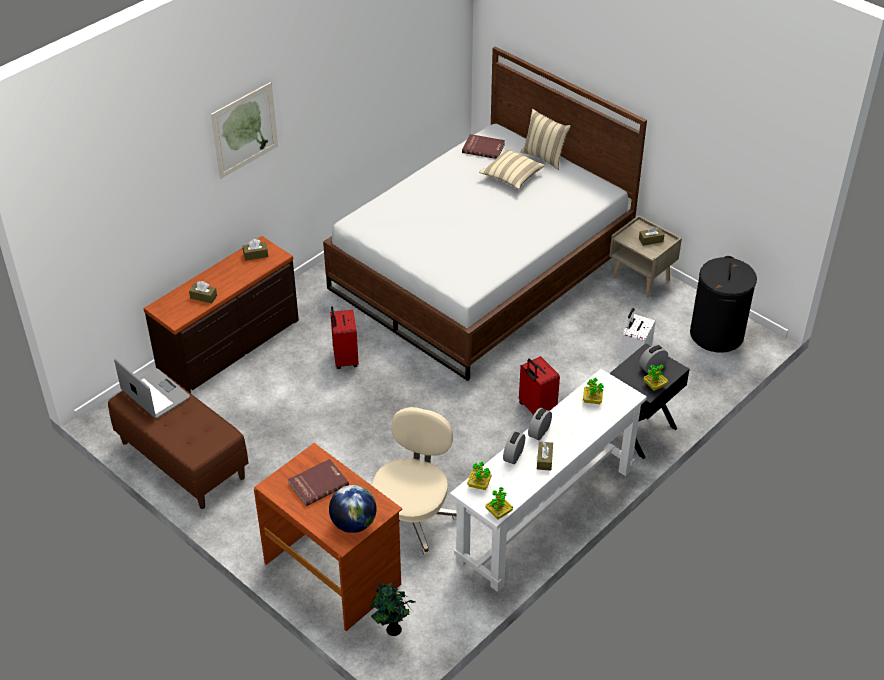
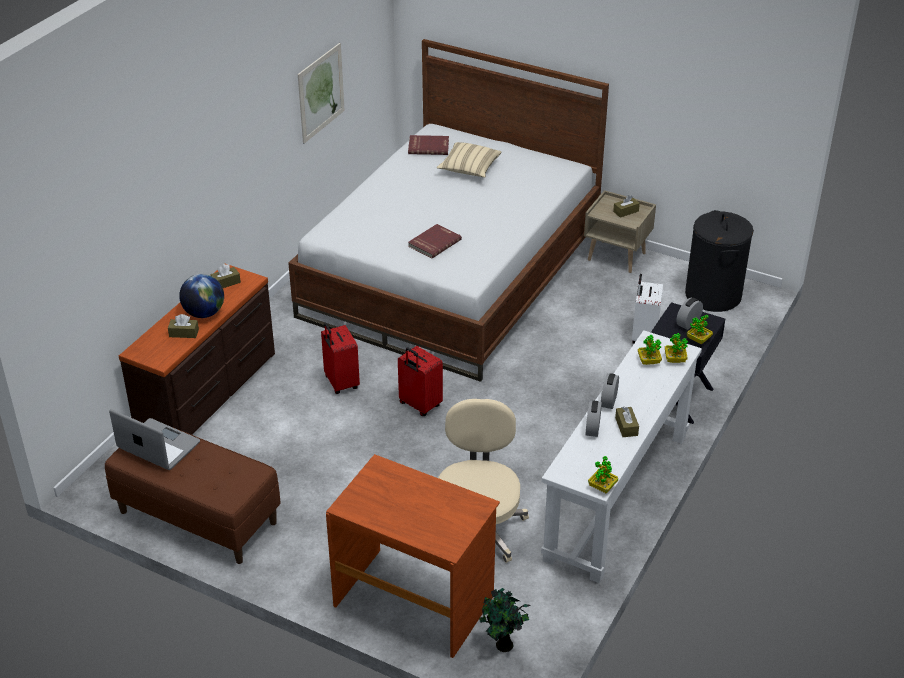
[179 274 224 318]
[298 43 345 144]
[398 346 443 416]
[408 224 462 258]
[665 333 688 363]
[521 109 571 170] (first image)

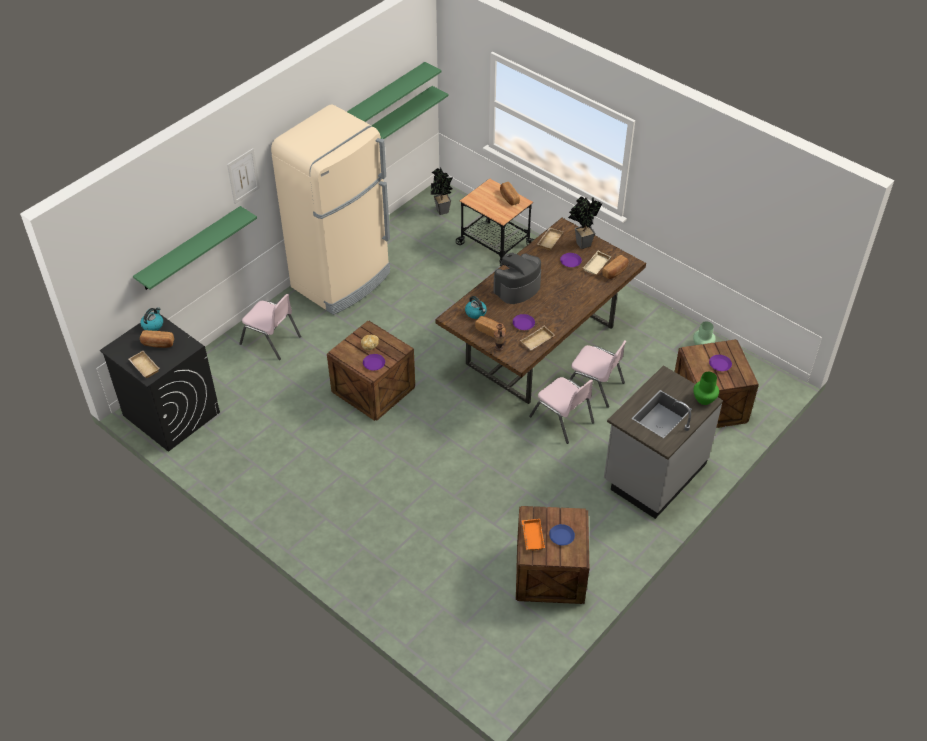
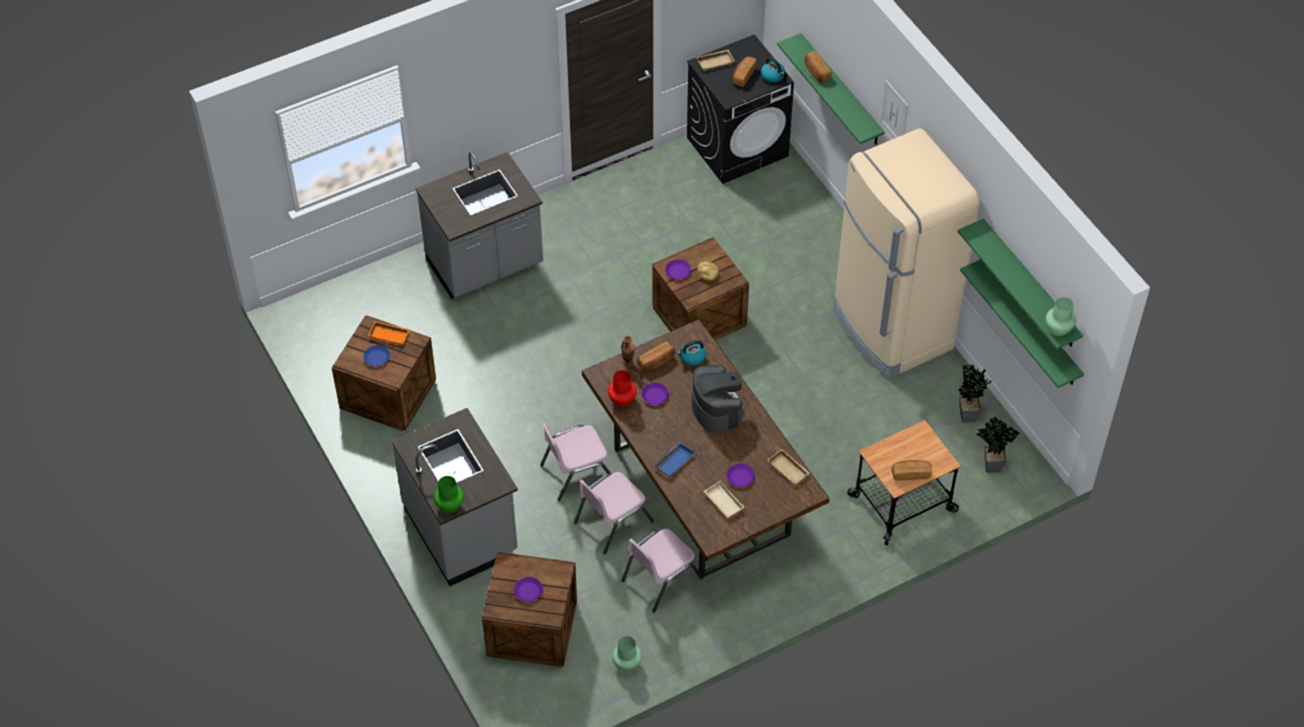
[416 152 543 299]
[608 370 637 407]
[621 529 703 613]
[654 442 695 477]
[804 51 831 83]
[958 365 992 423]
[1046 297 1076 336]

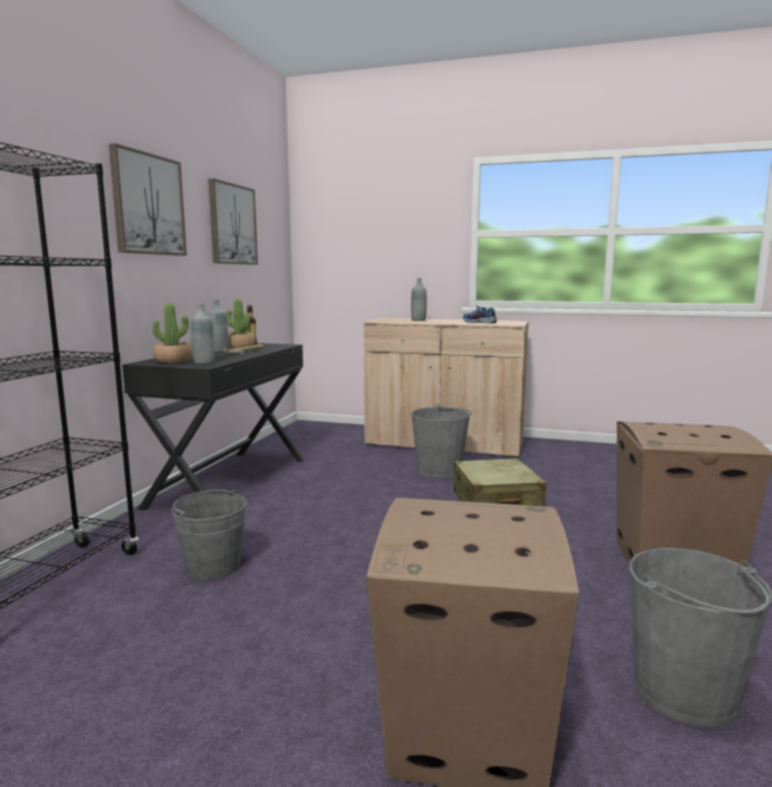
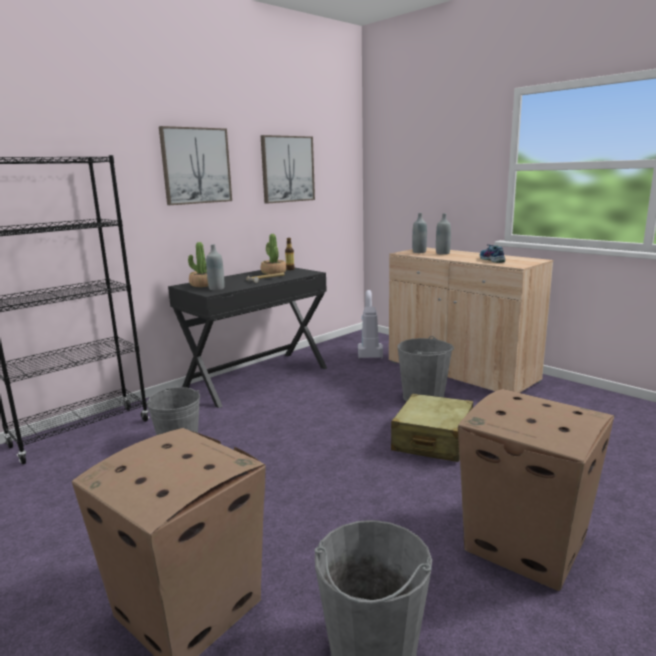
[358 290 383 359]
[412 213 427 253]

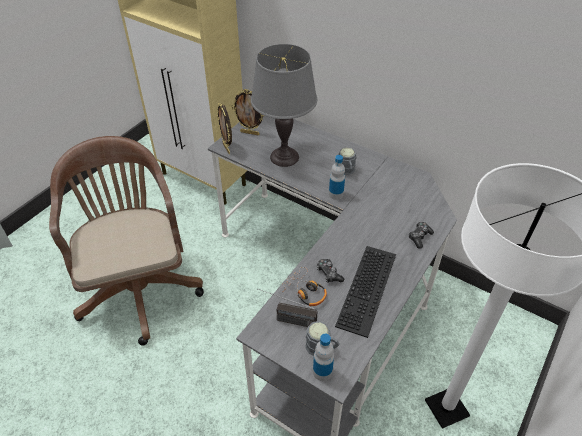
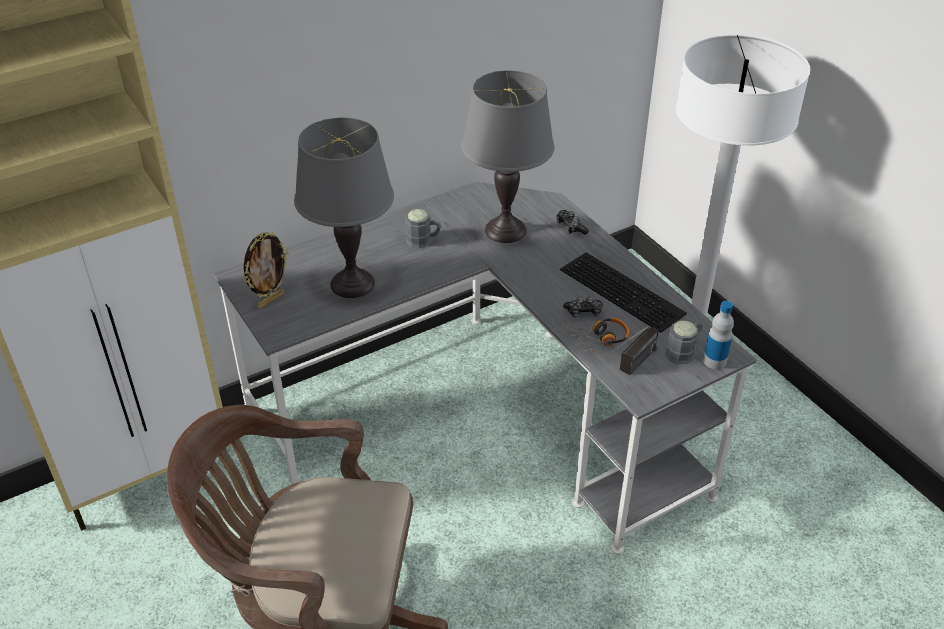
[461 70 554 243]
[217 103 232 154] (first image)
[329 155 345 200] (first image)

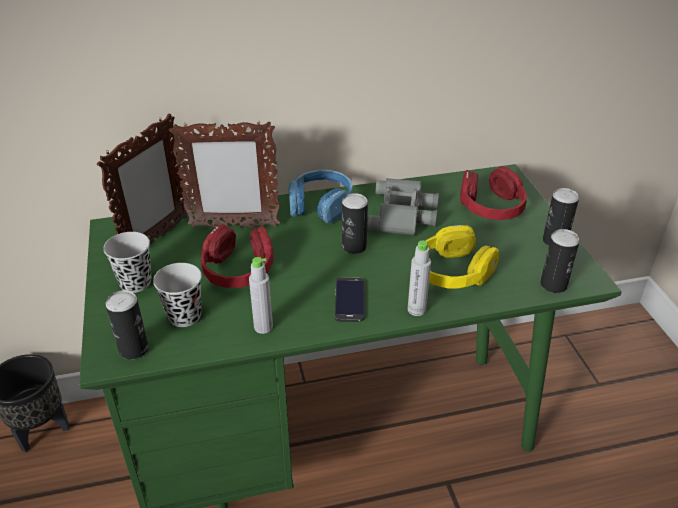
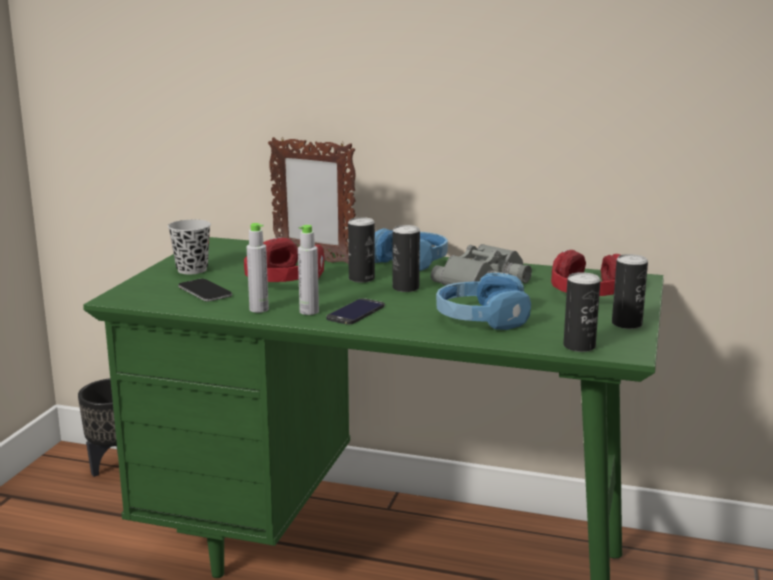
[178 279 232 302]
[298 225 319 315]
[348 217 375 283]
[436 272 531 330]
[97 114 188 244] (first image)

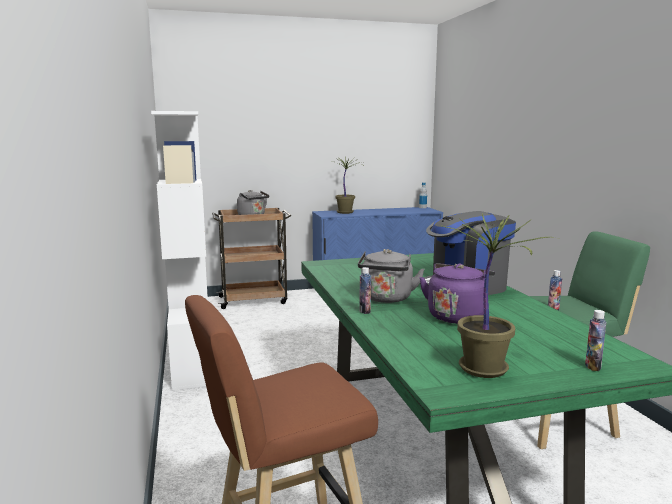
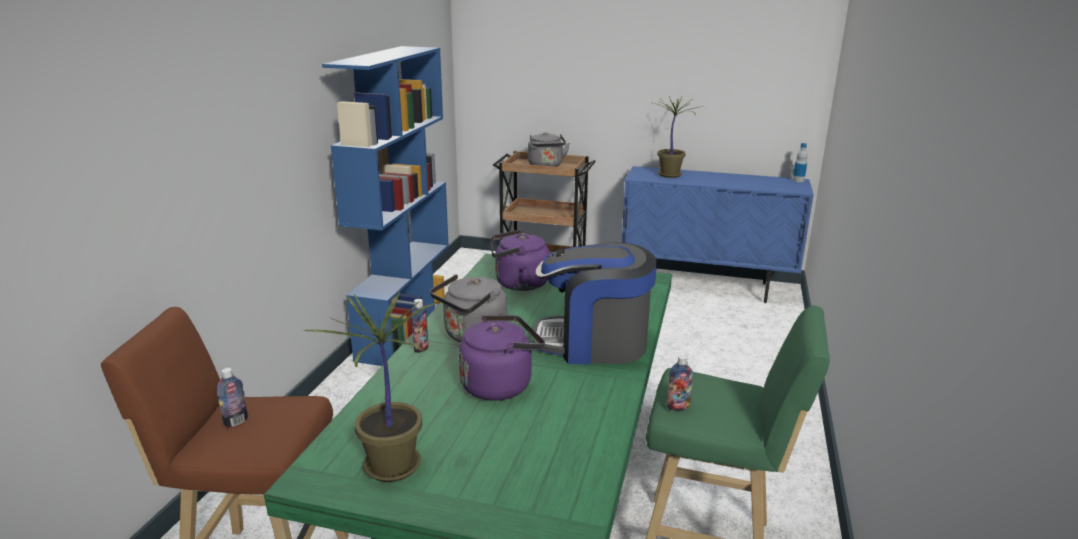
[217 368 248 428]
[322 46 449 366]
[491 229 550 291]

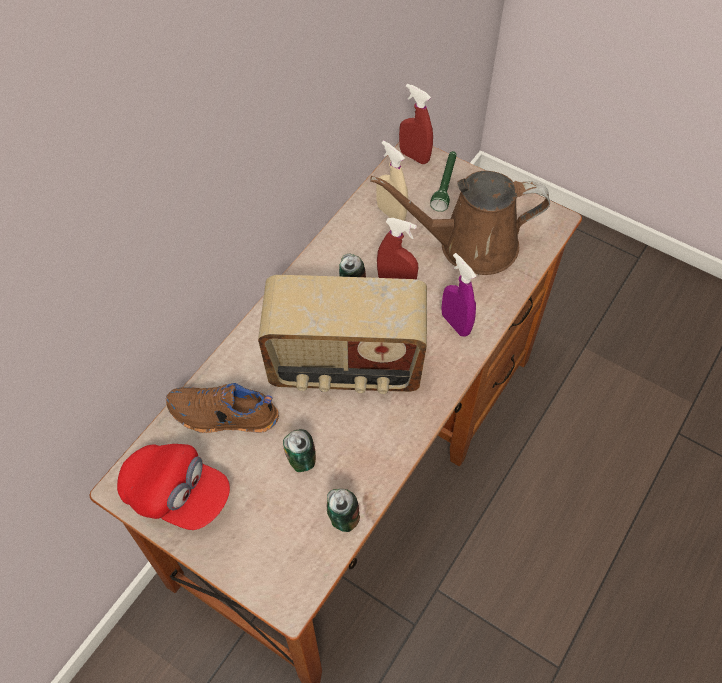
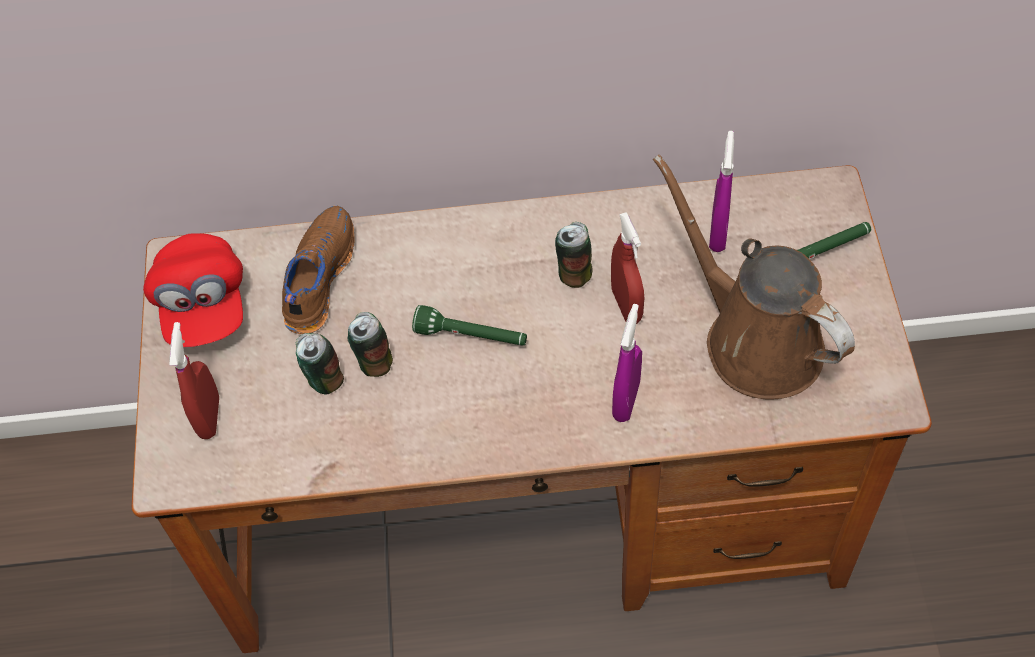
[169 322 219 439]
[282 205 355 334]
[347 312 393 377]
[412 305 527 346]
[709 131 734 252]

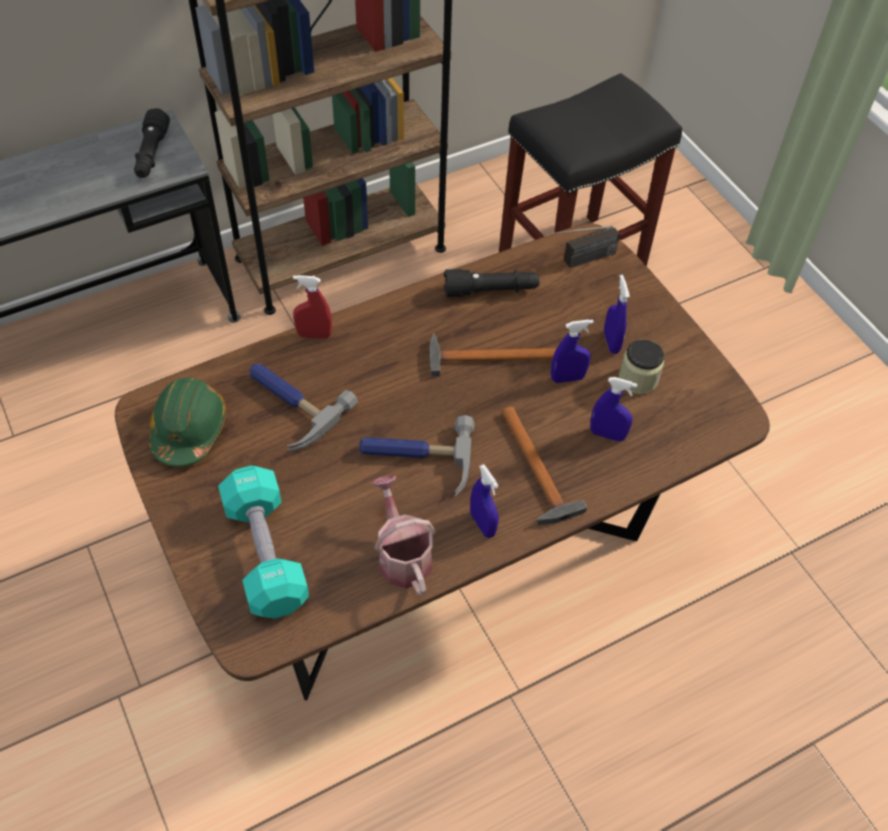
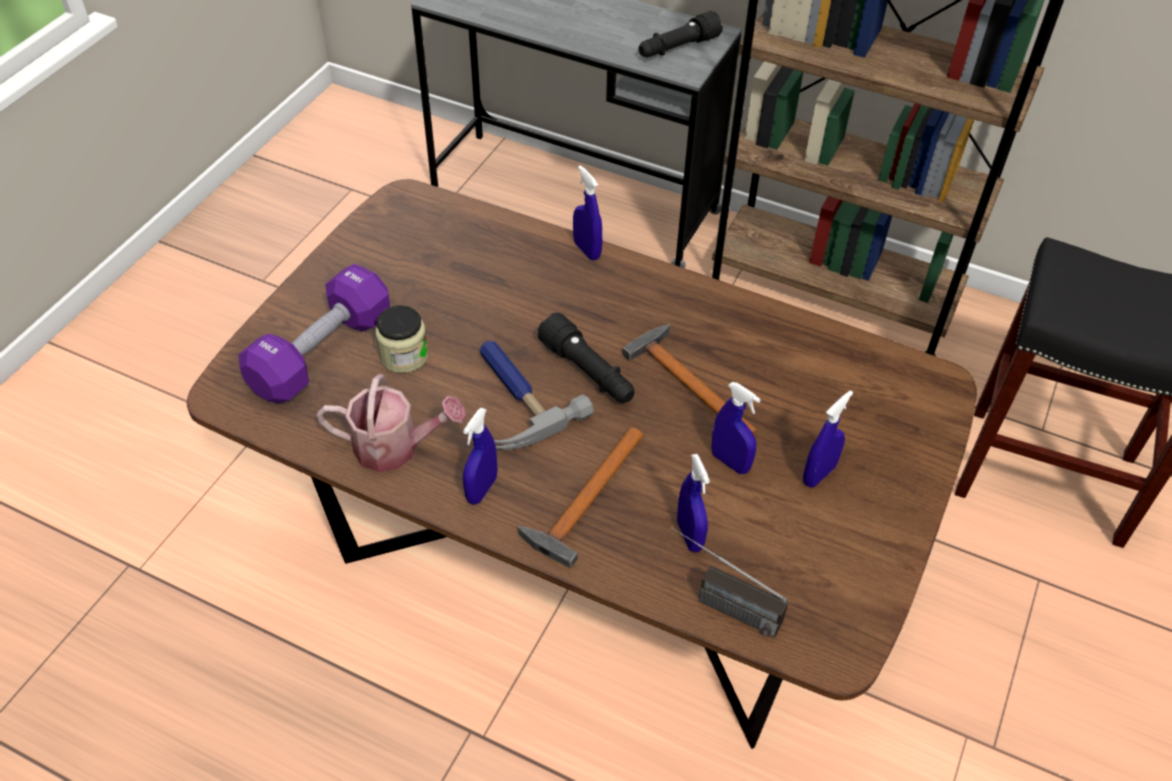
[239 264 390 404]
[317 374 467 472]
[376 305 428 373]
[538 312 635 403]
[573 165 603 261]
[671 527 788 638]
[149 377 226 467] (first image)
[249 363 358 451] (first image)

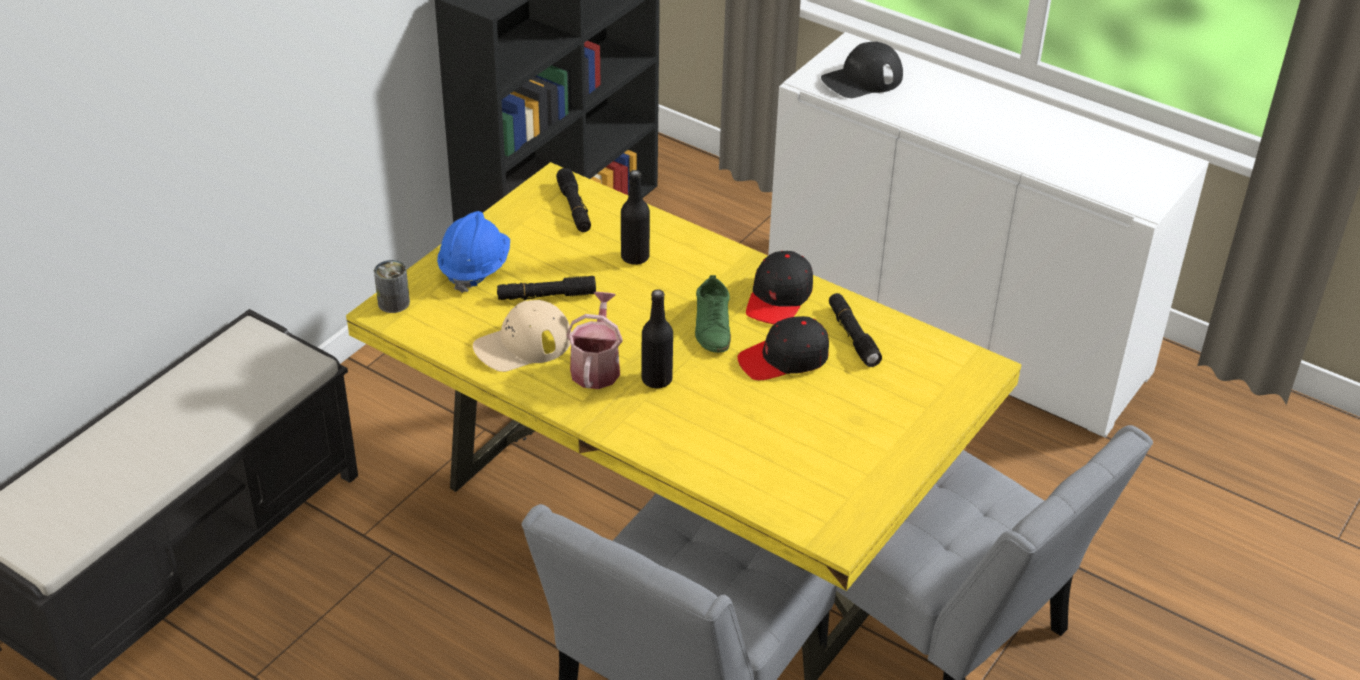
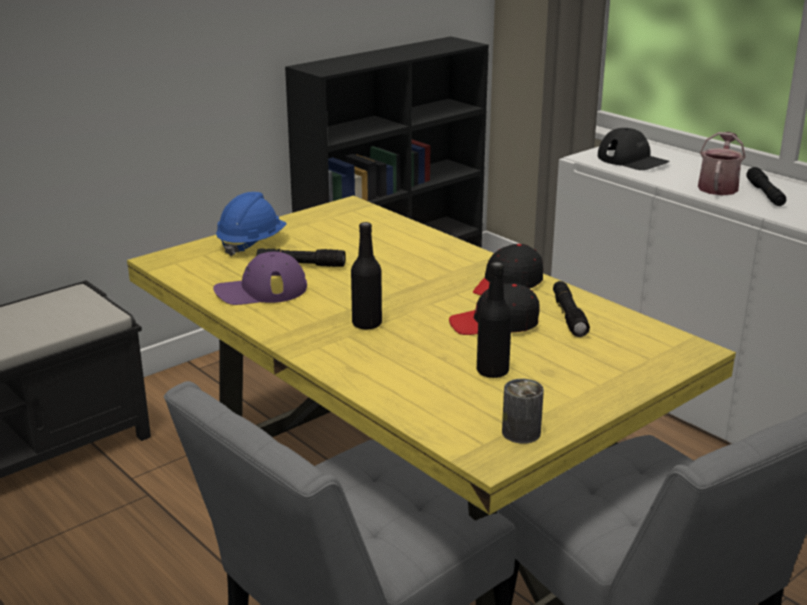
[213 252 307 305]
[477 262 512 379]
[502 379 544 444]
[598 128 670 170]
[698 132 746 195]
[747 167 786 206]
[695 275 731 353] (first image)

